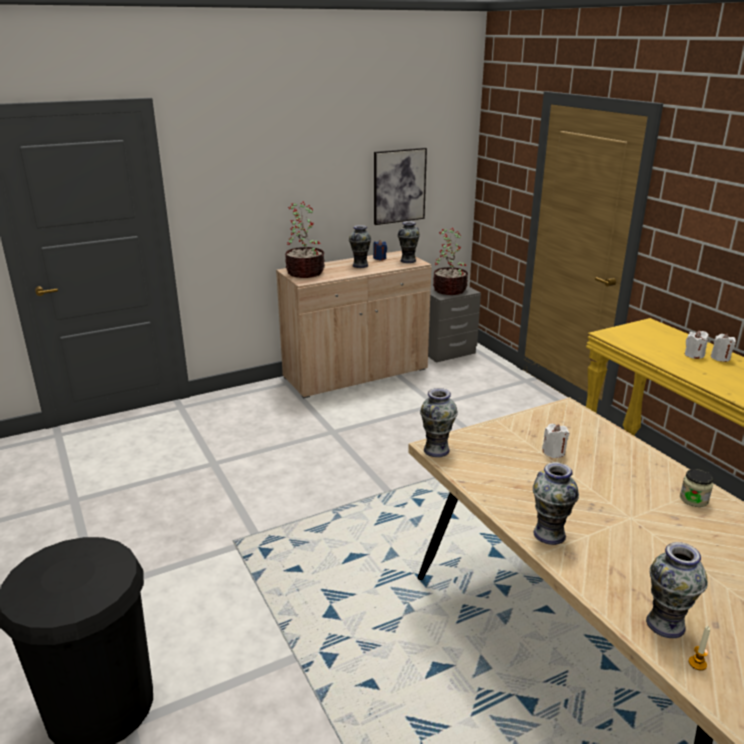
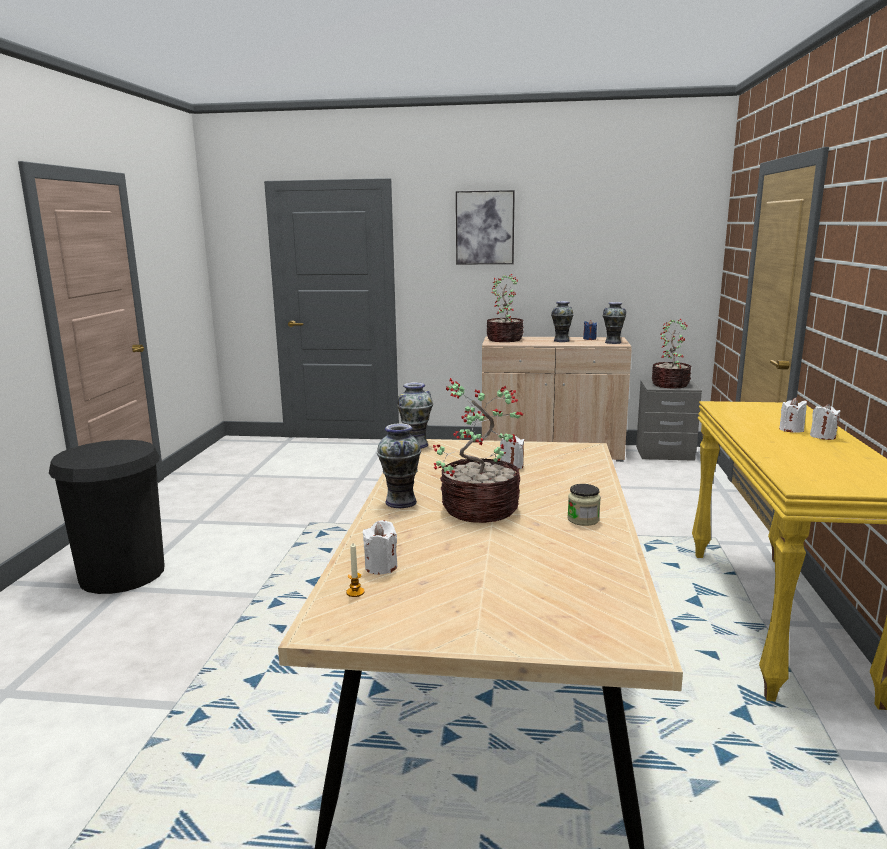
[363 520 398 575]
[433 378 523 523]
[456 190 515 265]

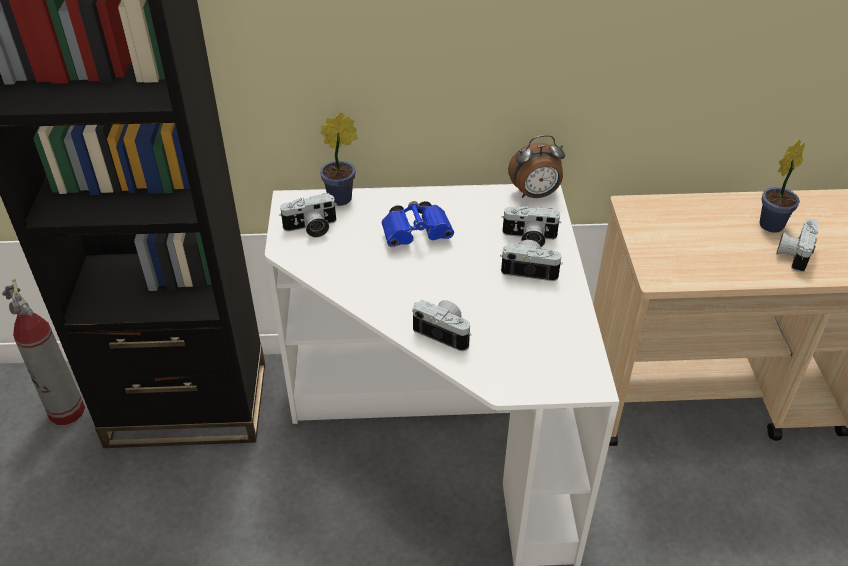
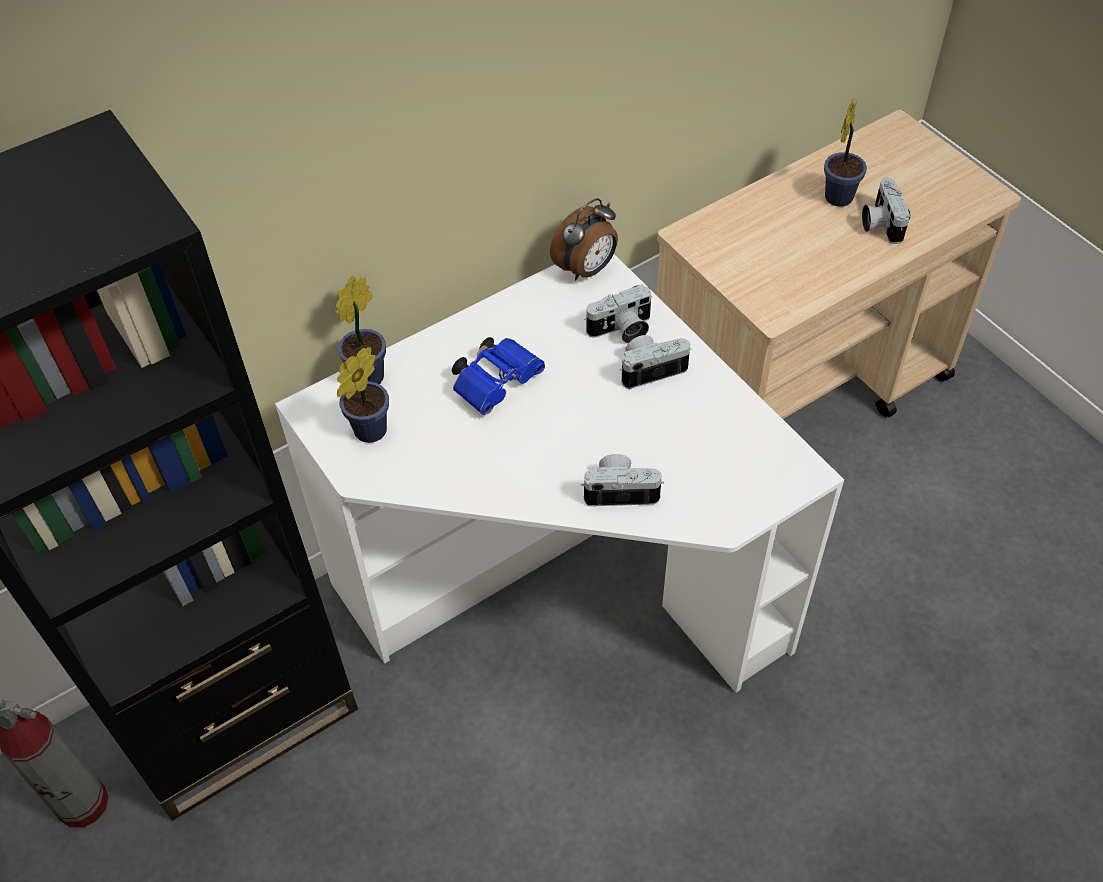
[337 347 389 443]

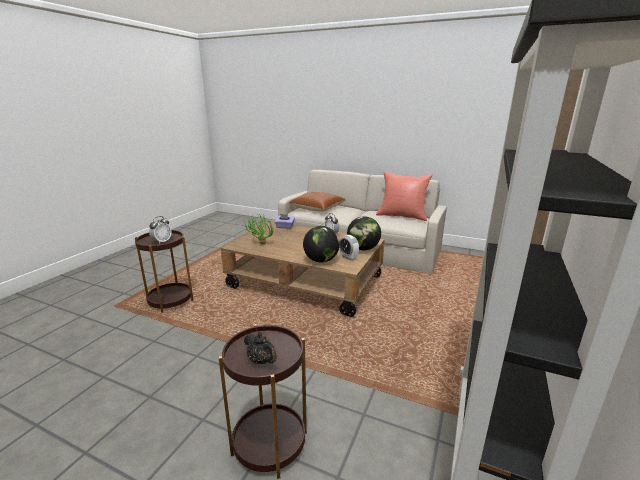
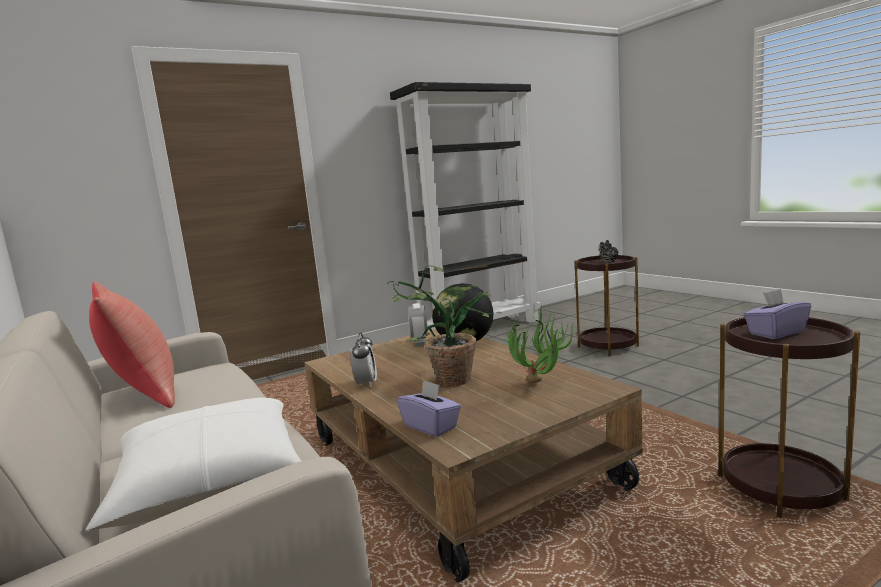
[86 398 301 530]
[387 265 502 386]
[744 289 811 339]
[347 216 381 250] (first image)

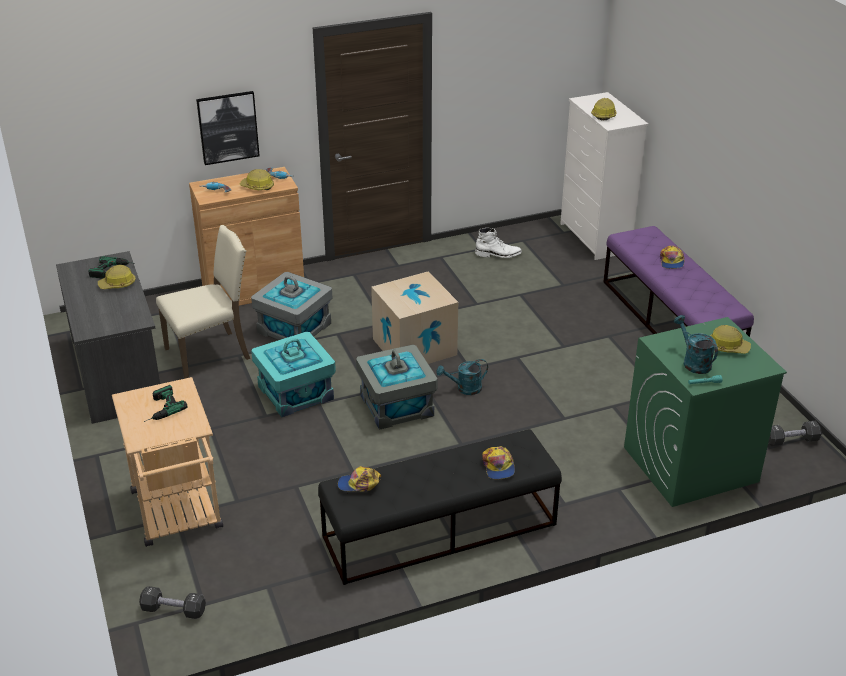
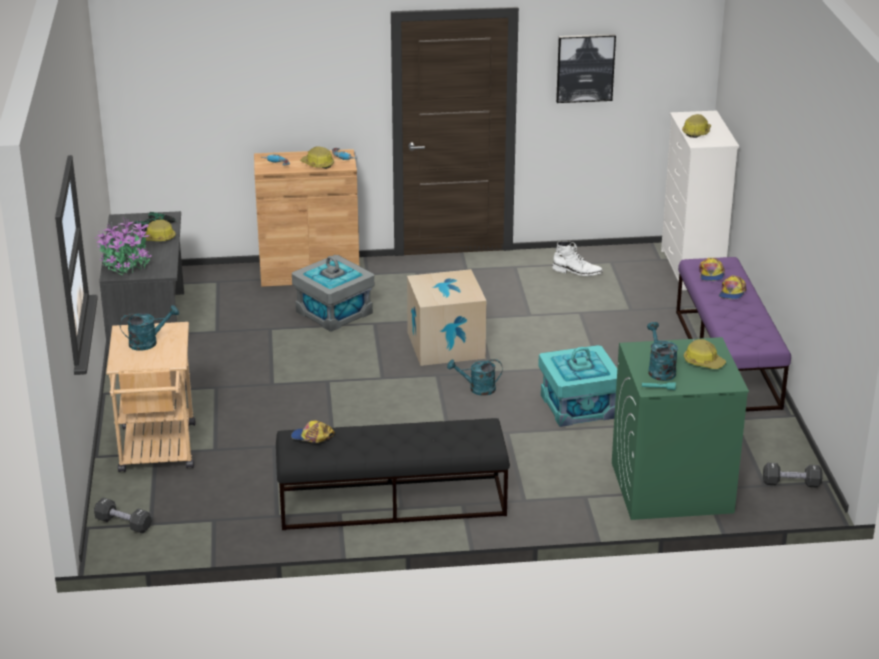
[94 218 151 275]
[120 305 179 351]
[538 345 617 427]
[556 34 616 103]
[699 258 725 281]
[156 225 250 379] (first image)
[356 344 438 430] (first image)

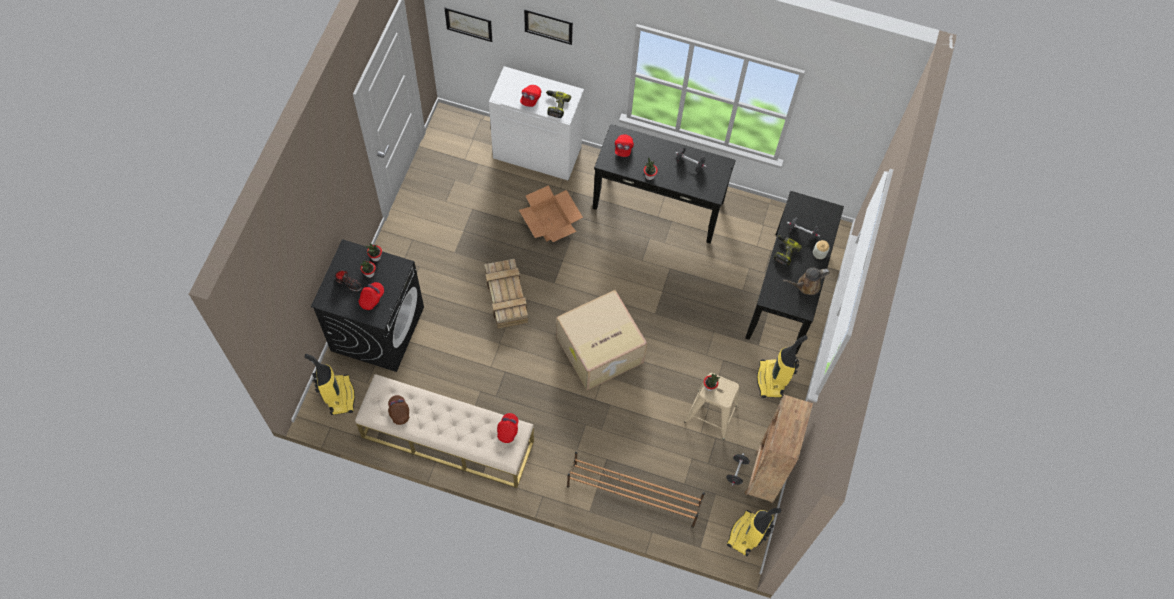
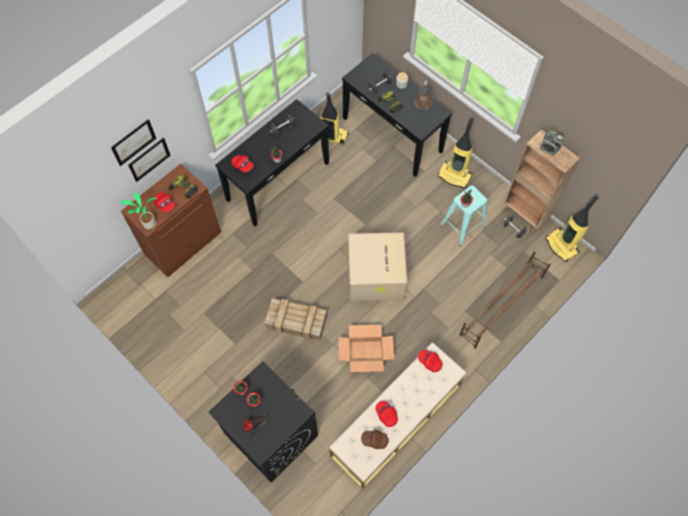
[120 193 157 229]
[121 164 221 277]
[128 138 171 182]
[321 92 349 145]
[338 325 394 372]
[375 401 398 427]
[440 186 487 246]
[540 129 565 156]

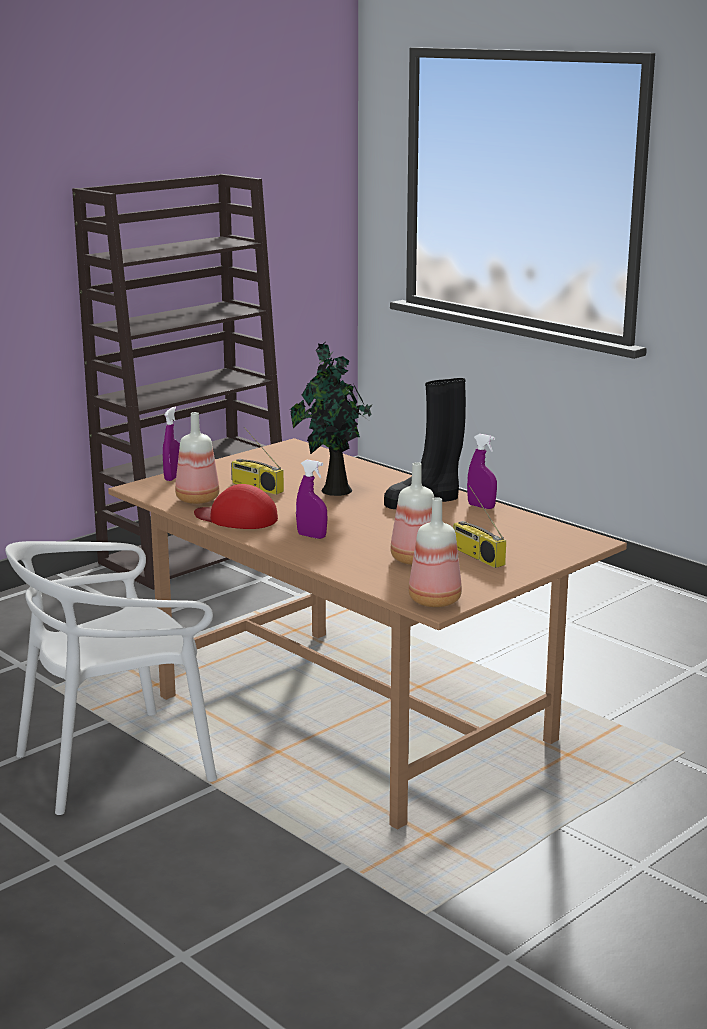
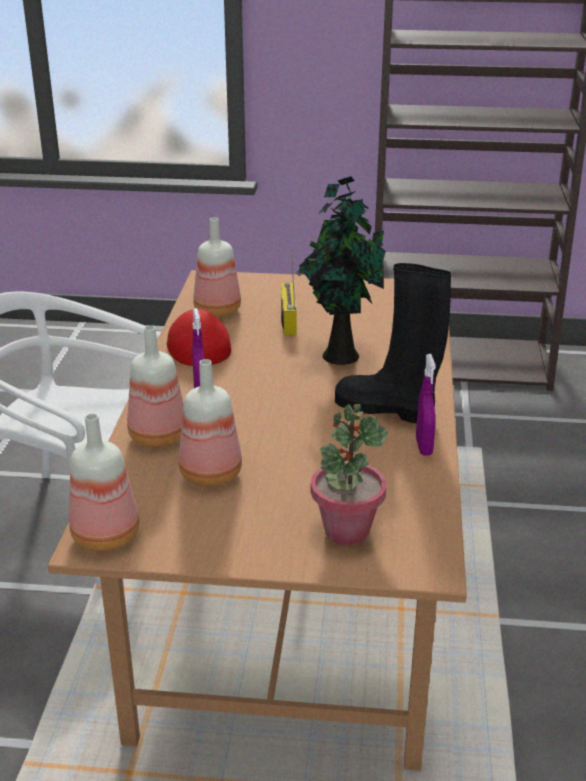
[127 325 184 447]
[311 404 388 545]
[163 407 180 481] (first image)
[453 486 506 568] (first image)

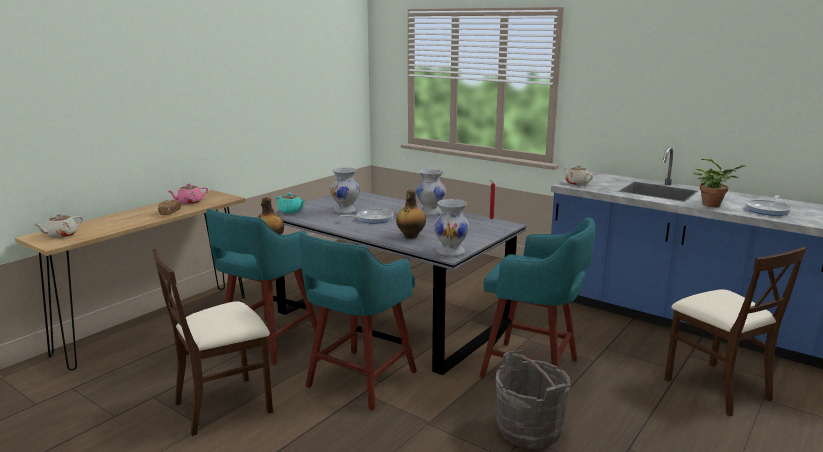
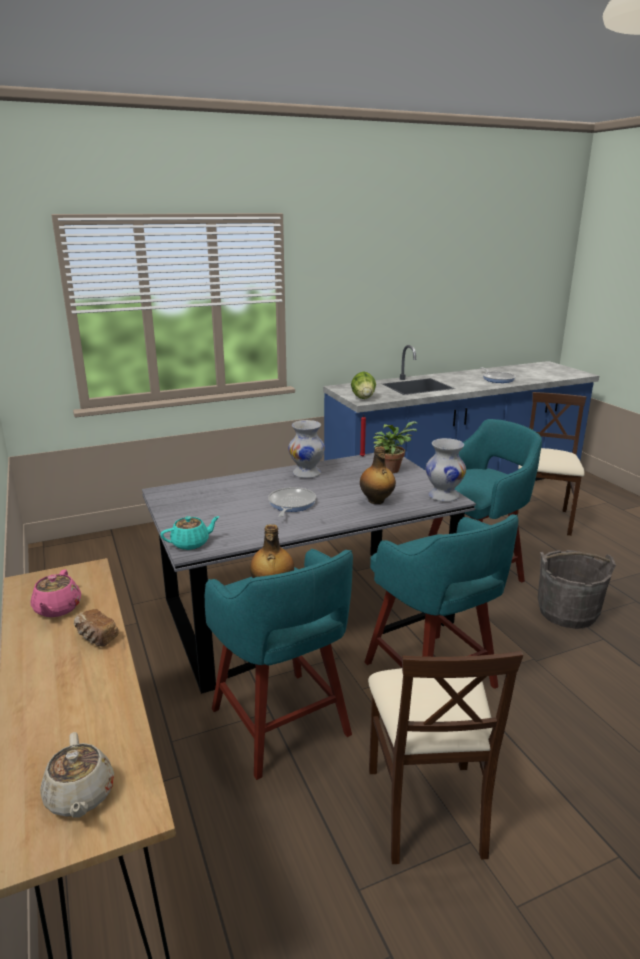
[351 371 376 399]
[373 421 417 473]
[517 392 586 536]
[330 167 360 214] (first image)

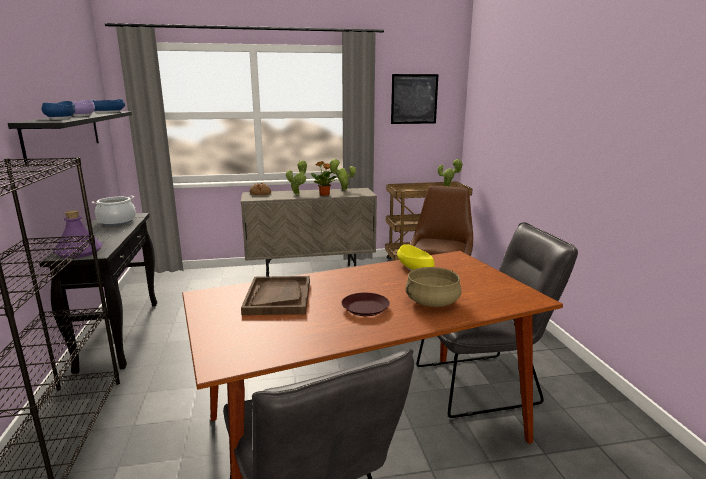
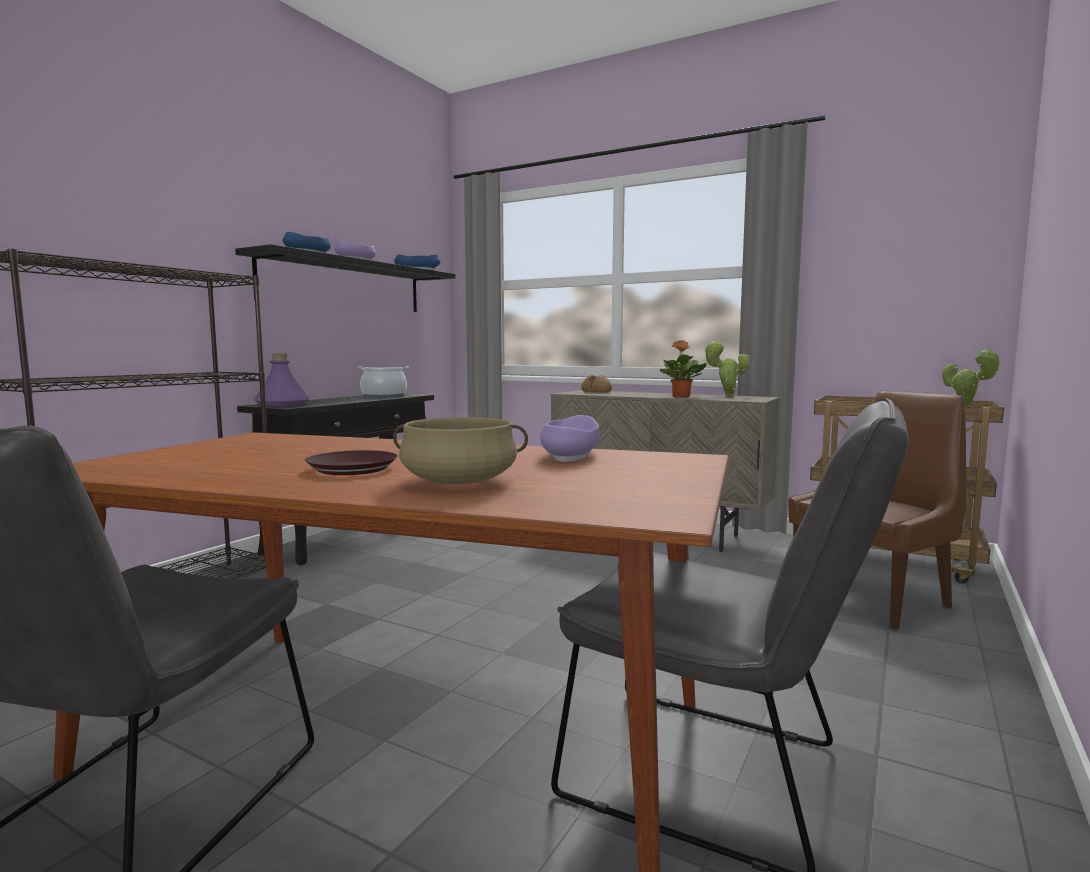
[540 415 600 462]
[241 276 310 315] (first image)
[286 160 307 195] (first image)
[391 74 438 124] (first image)

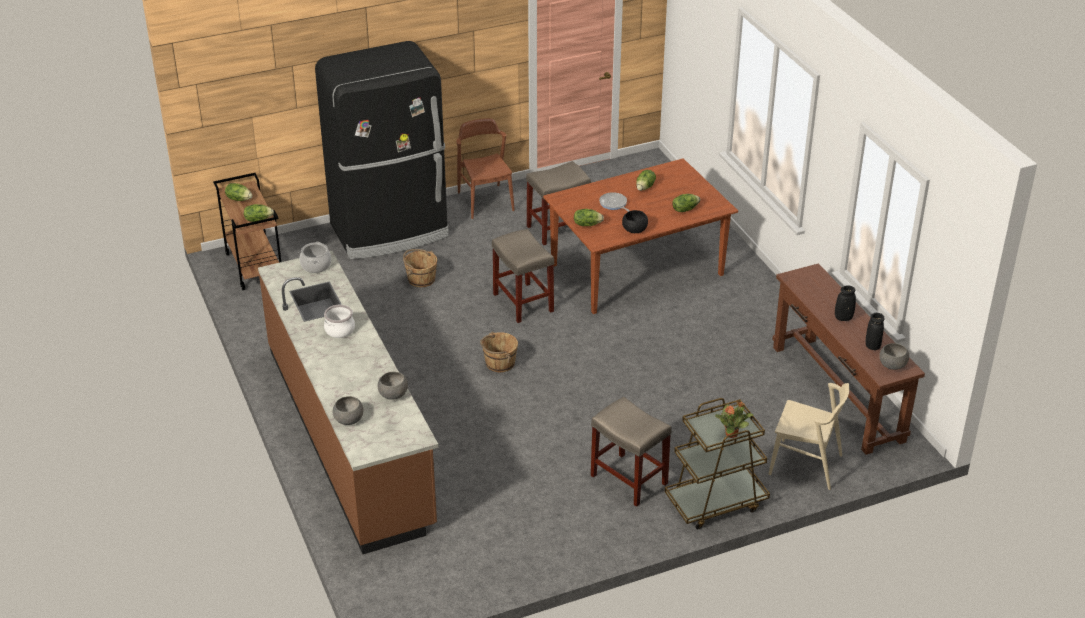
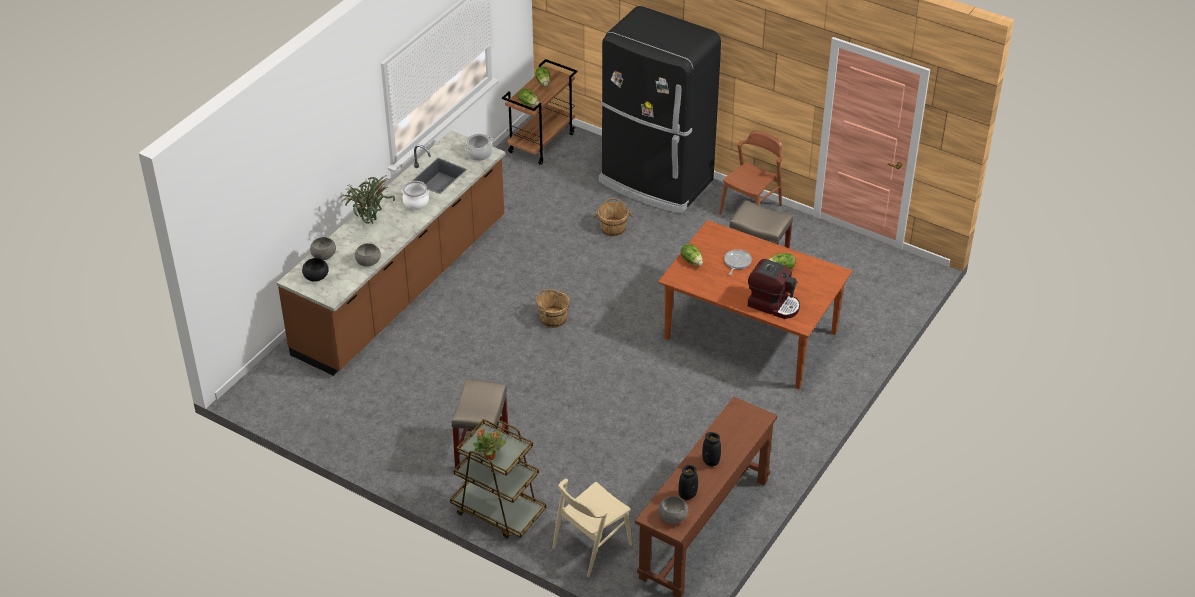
[302 258 329 282]
[341 175 395 224]
[553 479 632 577]
[748 259 800 319]
[492 229 554 323] (first image)

